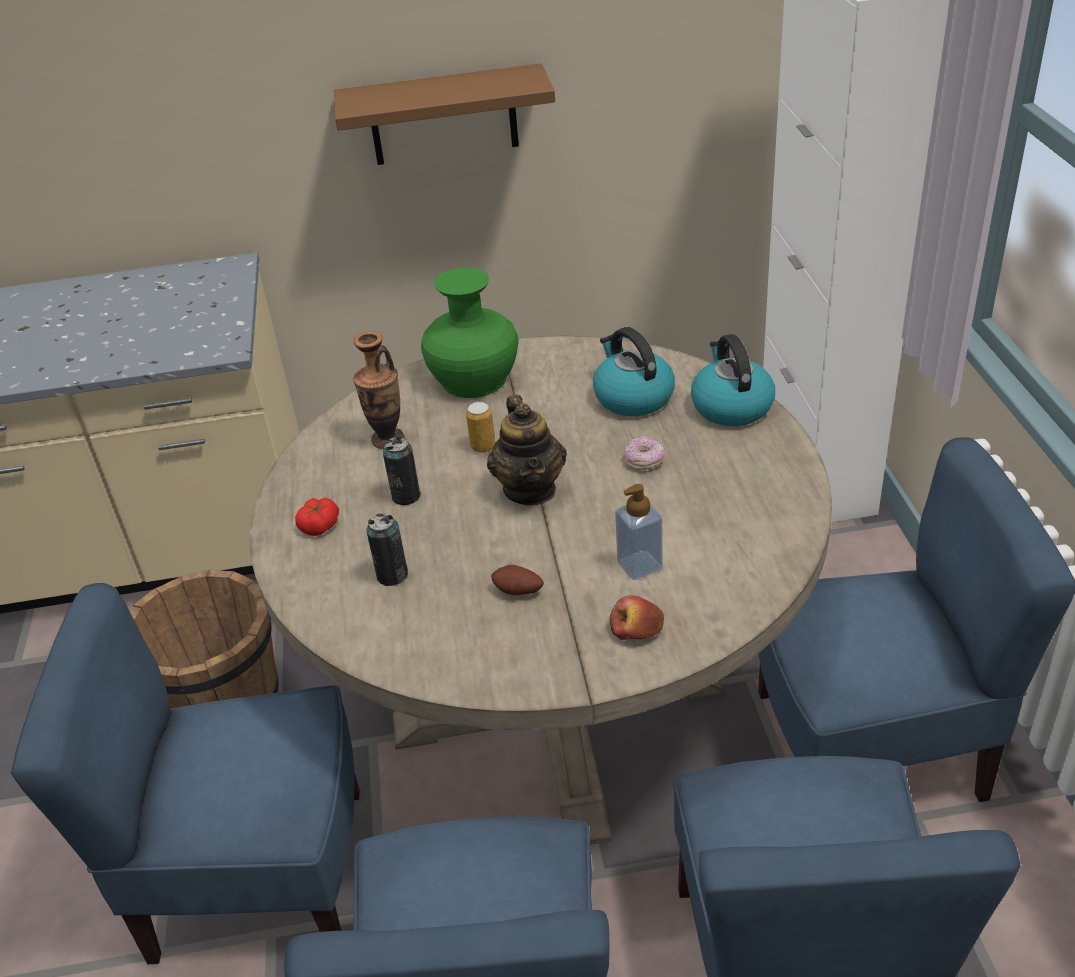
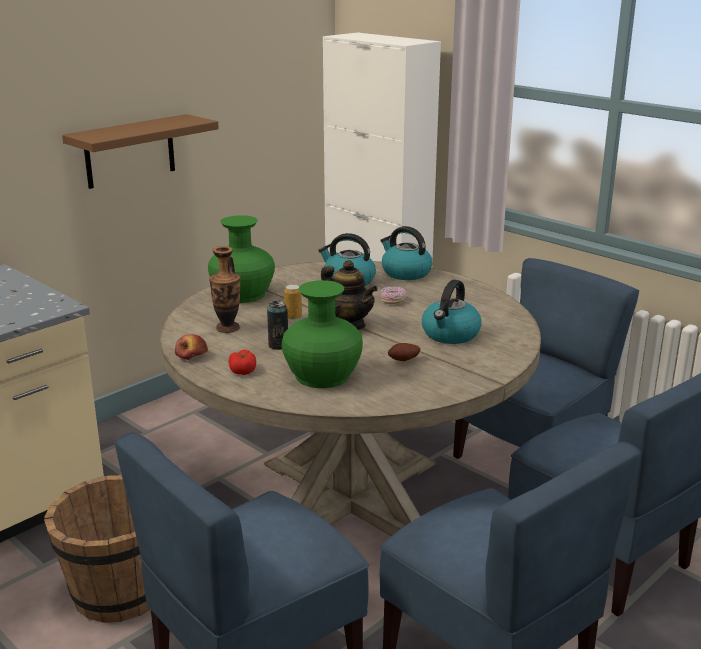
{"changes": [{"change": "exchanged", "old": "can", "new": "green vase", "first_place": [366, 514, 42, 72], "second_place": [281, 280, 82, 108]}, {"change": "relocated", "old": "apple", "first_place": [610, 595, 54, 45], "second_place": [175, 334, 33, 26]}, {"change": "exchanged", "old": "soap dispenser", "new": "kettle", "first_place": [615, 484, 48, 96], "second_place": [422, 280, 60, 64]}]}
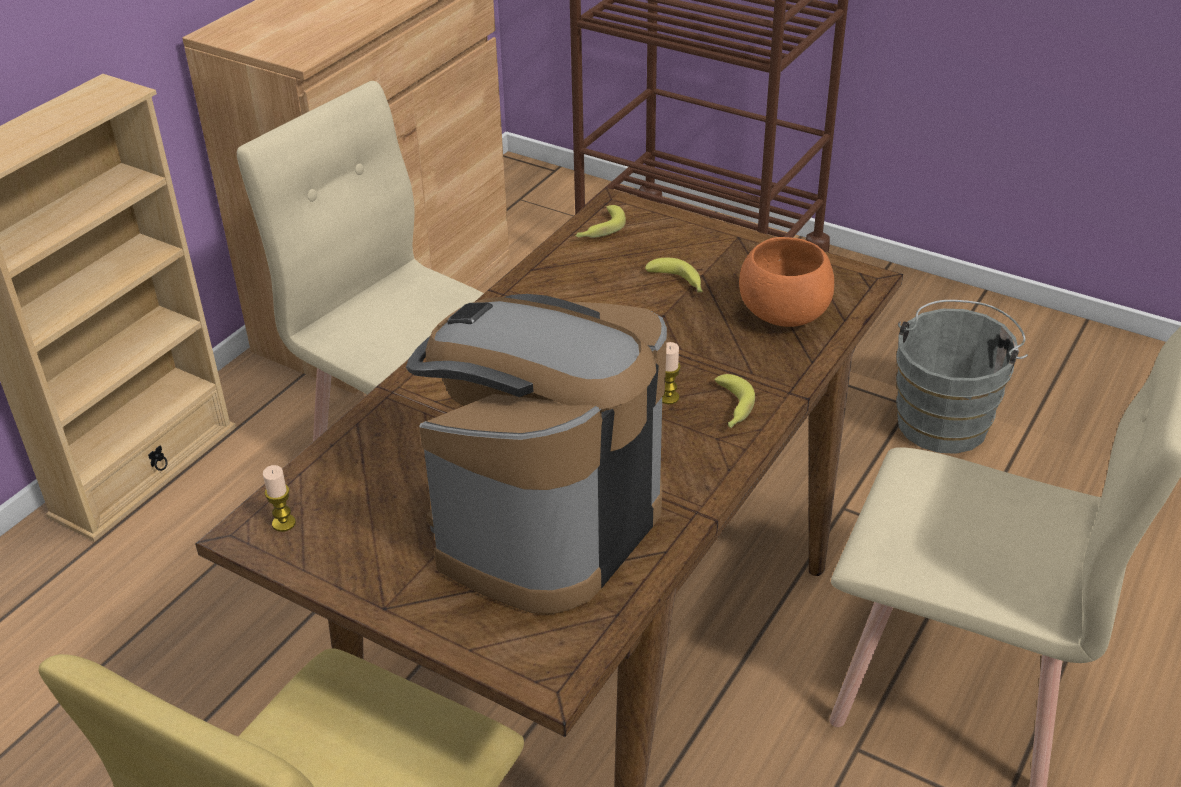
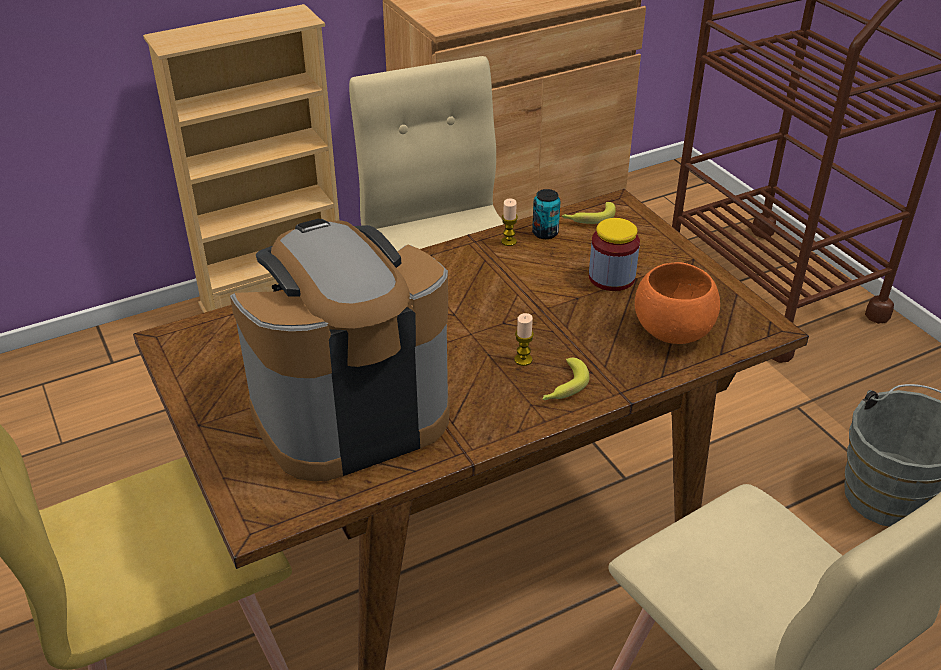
{"changes": [{"change": "relocated", "old": "candle", "first_place": [263, 465, 33, 67], "second_place": [501, 198, 17, 48]}, {"change": "exchanged", "old": "banana", "new": "jar", "first_place": [645, 258, 58, 35], "second_place": [589, 218, 51, 73]}, {"change": "appeared", "new": "can", "second_place": [532, 189, 28, 50]}]}
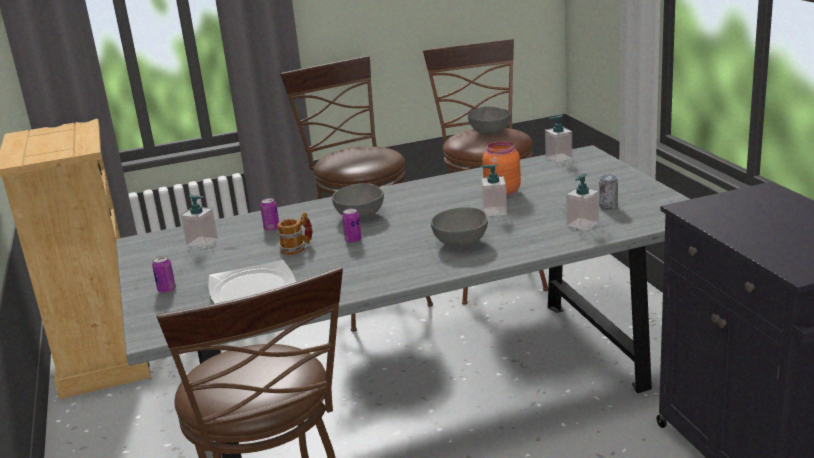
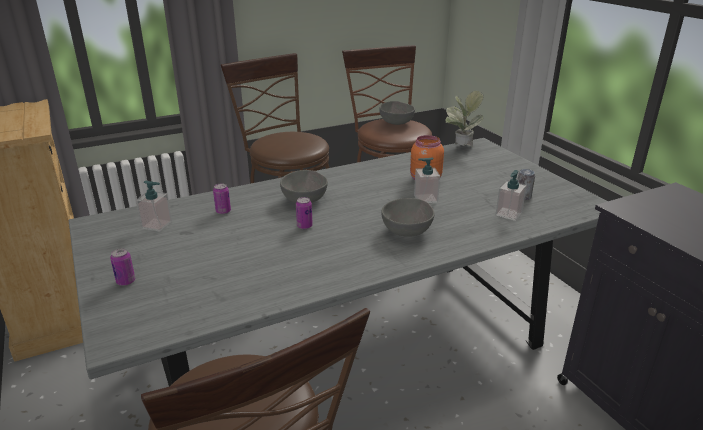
{"changes": [{"change": "missing", "old": "plate", "first_place": [208, 260, 88, 44]}, {"change": "missing", "old": "mug", "first_place": [277, 212, 36, 43]}, {"change": "exchanged", "old": "soap dispenser", "new": "potted plant", "first_place": [545, 115, 27, 47], "second_place": [446, 91, 38, 56]}]}
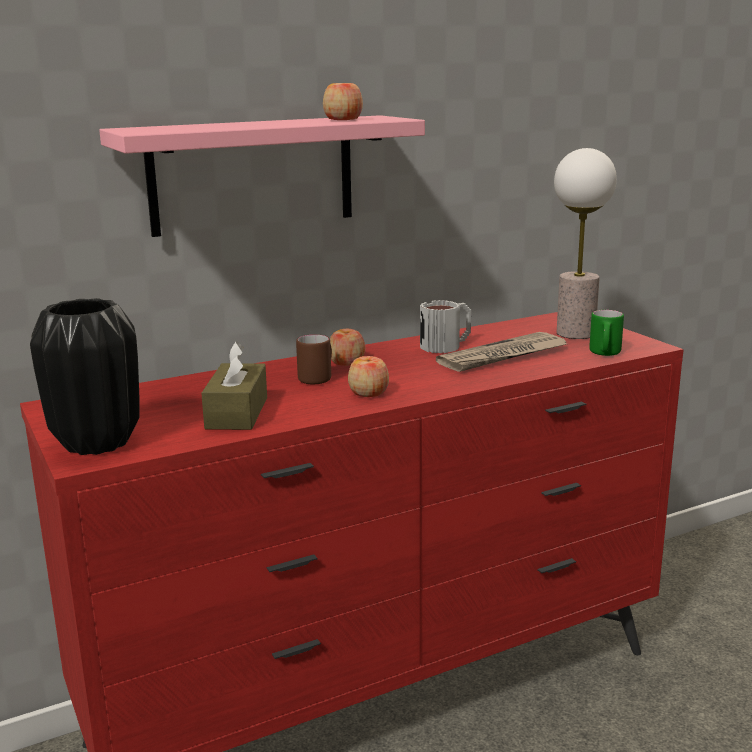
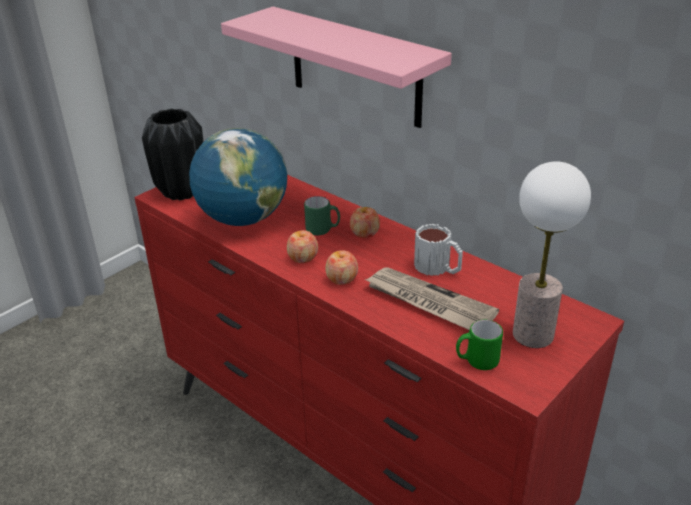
{"changes": [{"change": "exchanged", "old": "brown tissue box", "new": "globe", "first_place": [201, 341, 66, 89], "second_place": [189, 128, 98, 98]}, {"change": "colour", "old": "brown mug", "new": "green mug", "first_place": [296, 334, 36, 51], "second_place": [304, 196, 36, 39]}, {"change": "relocated", "old": "apple", "first_place": [323, 83, 40, 37], "second_place": [325, 250, 33, 35]}]}
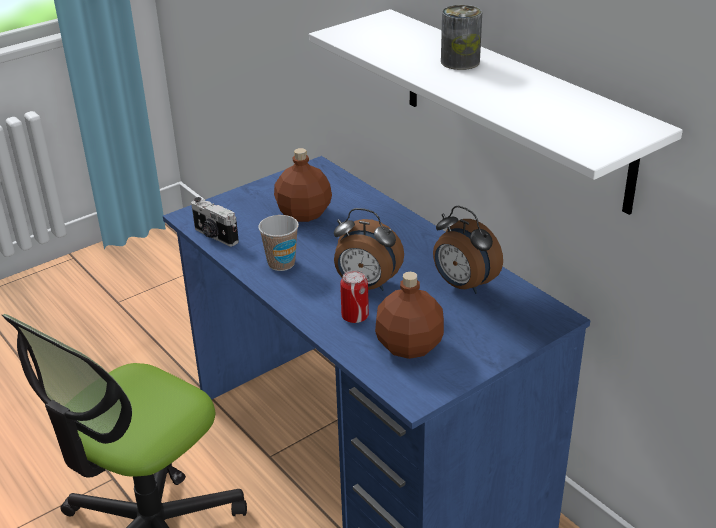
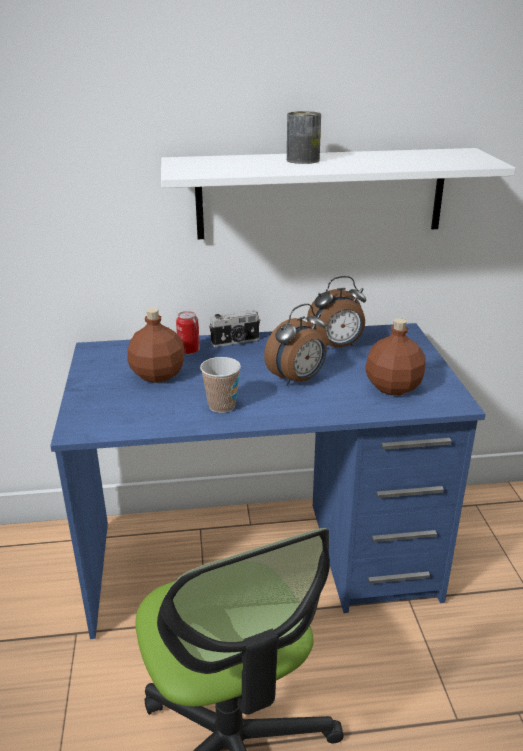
{"changes": [{"change": "relocated", "old": "photo camera", "first_place": [191, 197, 48, 49], "second_place": [209, 310, 51, 37]}, {"change": "relocated", "old": "can", "first_place": [340, 270, 29, 53], "second_place": [176, 311, 24, 43]}]}
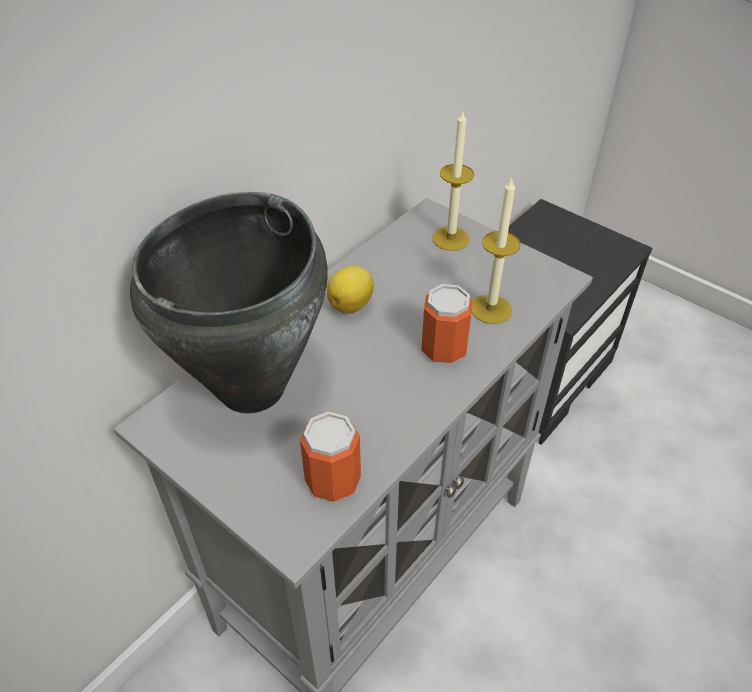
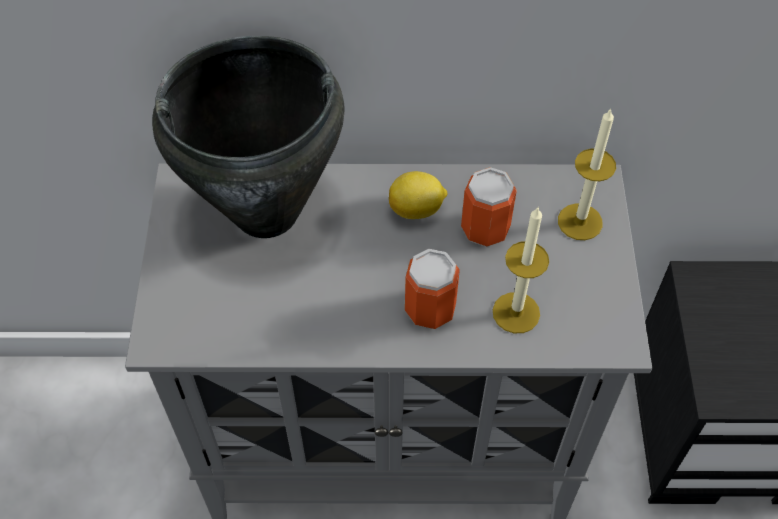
{"changes": [{"change": "relocated", "old": "can", "first_place": [300, 411, 61, 91], "second_place": [461, 167, 56, 80]}]}
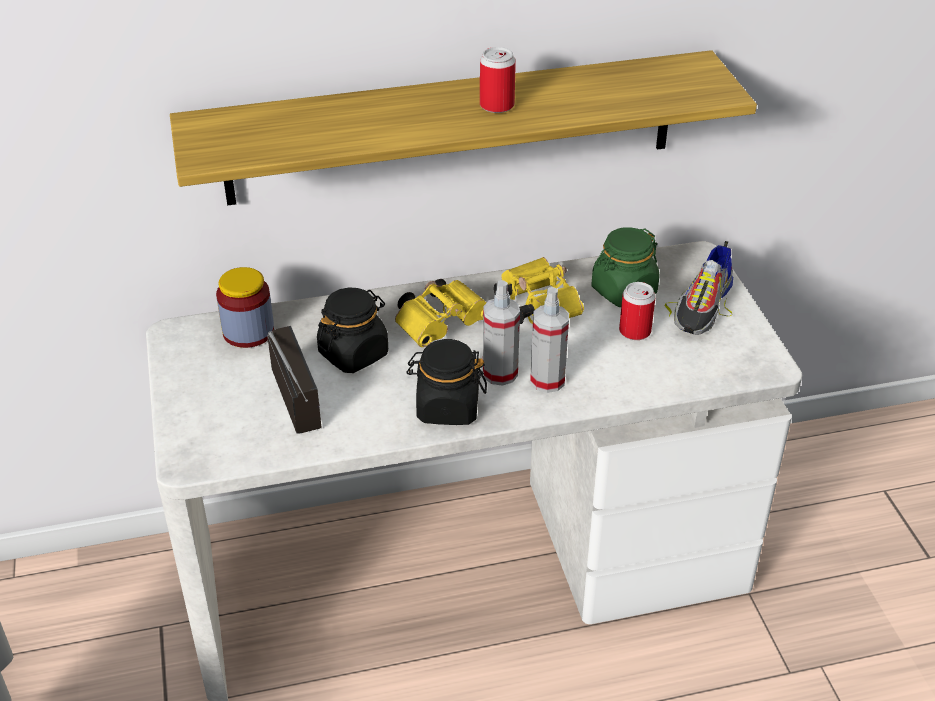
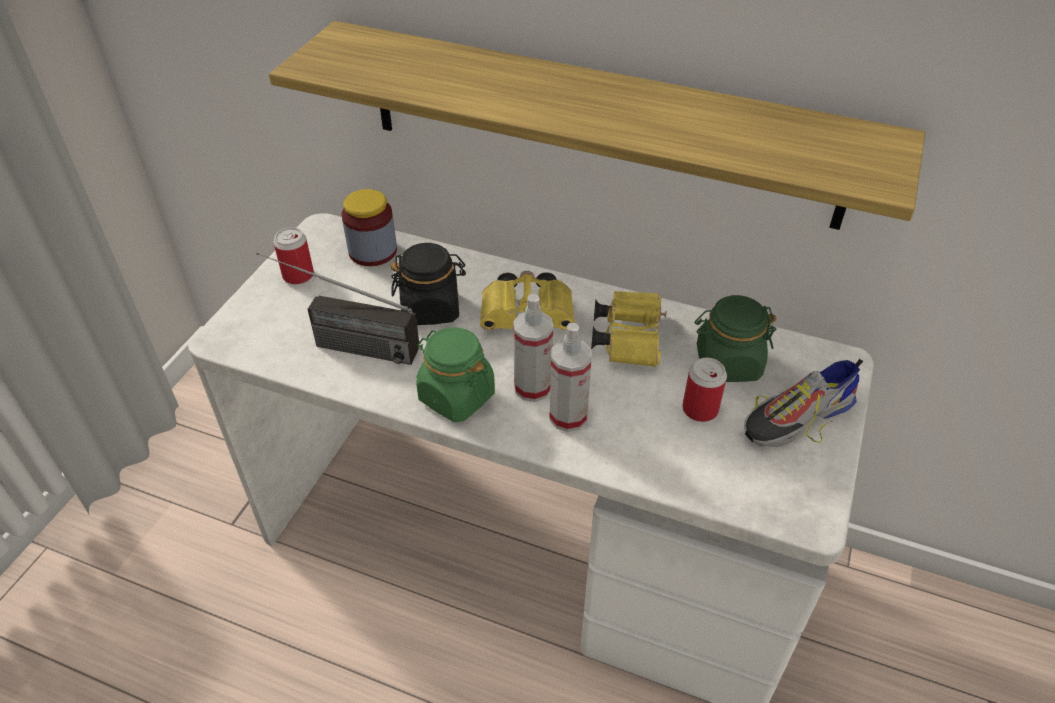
{"changes": [{"change": "spun", "old": "radio", "first_place": [267, 326, 55, 107], "second_place": [256, 252, 164, 113], "degrees": 90}, {"change": "colour", "old": "black jar", "new": "green jar", "first_place": [406, 339, 81, 86], "second_place": [416, 327, 79, 95]}, {"change": "relocated", "old": "can", "first_place": [480, 47, 36, 66], "second_place": [273, 227, 41, 58]}]}
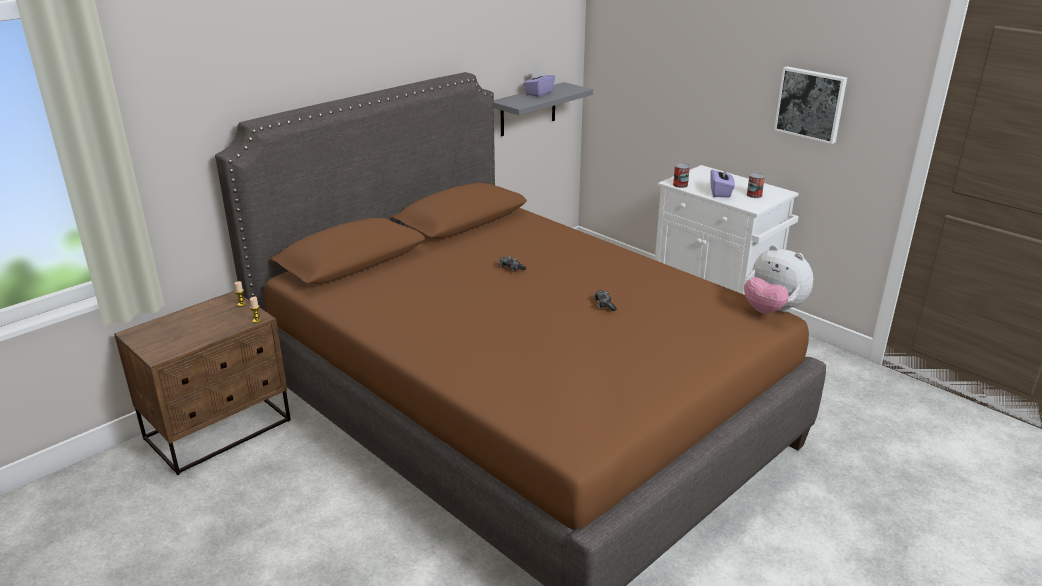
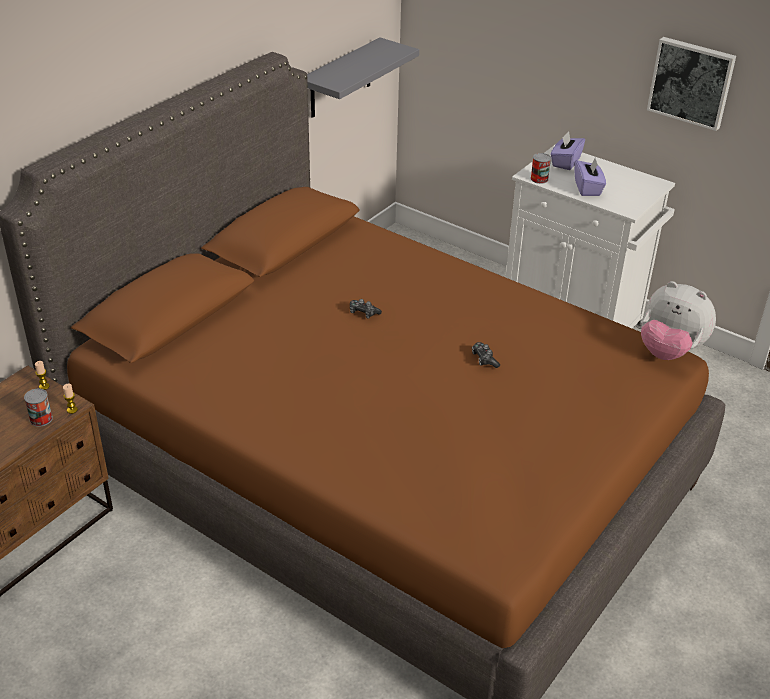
{"changes": [{"change": "relocated", "old": "purple tissue box", "first_place": [523, 68, 32, 29], "second_place": [550, 131, 35, 39]}, {"change": "relocated", "old": "can", "first_place": [747, 172, 18, 26], "second_place": [24, 389, 29, 38]}]}
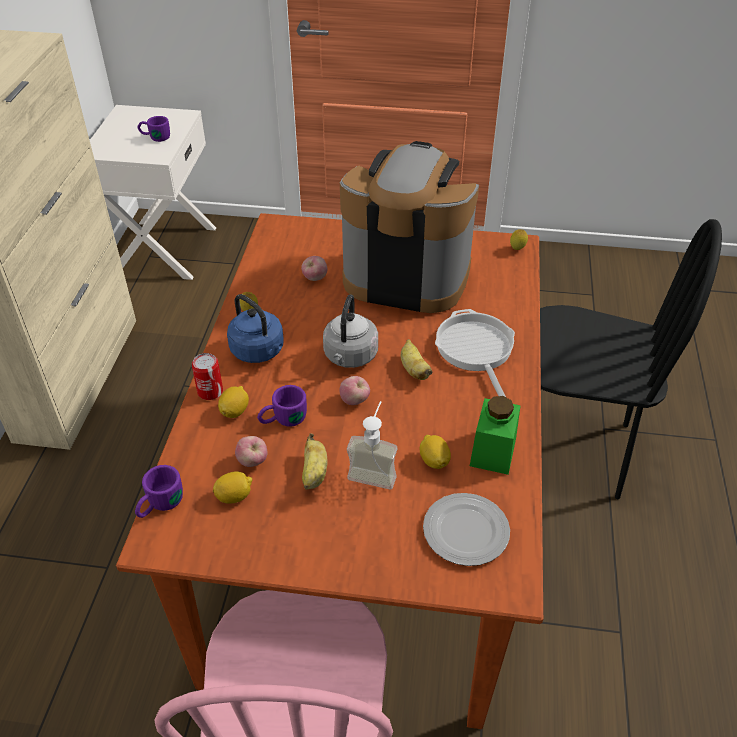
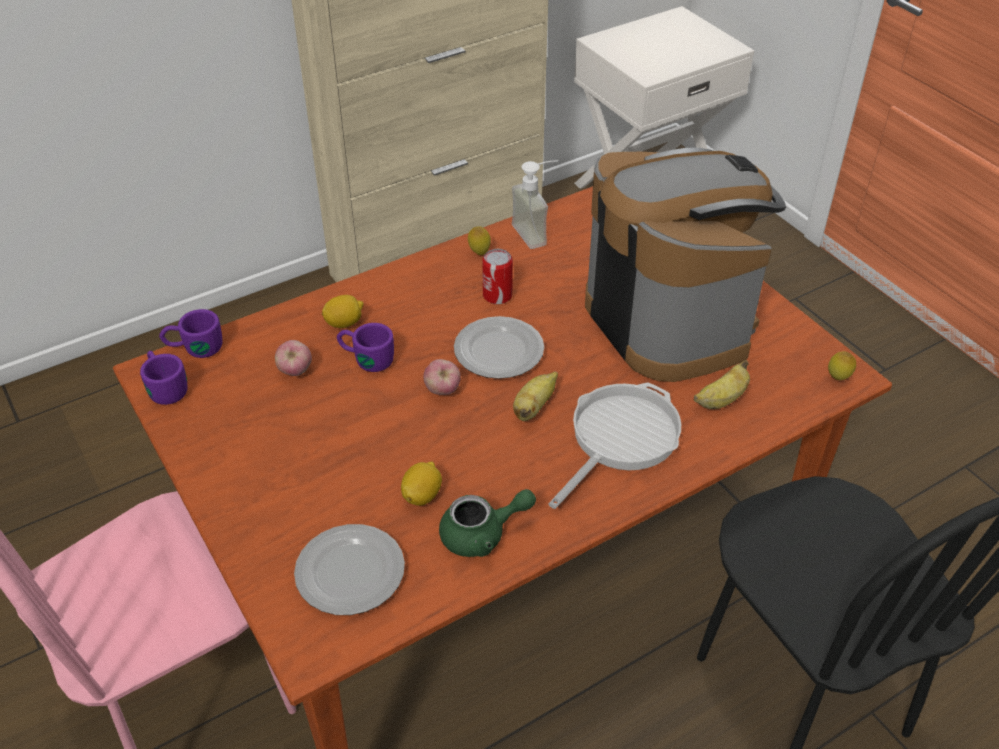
{"changes": [{"change": "relocated", "old": "purple mug", "first_place": [137, 116, 33, 26], "second_place": [140, 351, 47, 54]}, {"change": "relocated", "old": "can", "first_place": [192, 353, 31, 47], "second_place": [482, 249, 31, 55]}, {"change": "missing", "old": "lemon", "first_place": [213, 471, 39, 33]}, {"change": "missing", "old": "blue kettle", "first_place": [227, 294, 57, 69]}, {"change": "missing", "old": "apple", "first_place": [301, 256, 26, 25]}, {"change": "relocated", "old": "banana", "first_place": [302, 433, 26, 57], "second_place": [694, 360, 56, 49]}, {"change": "exchanged", "old": "grey kettle", "new": "plate", "first_place": [323, 294, 55, 74], "second_place": [454, 316, 90, 63]}, {"change": "relocated", "old": "soap dispenser", "first_place": [347, 401, 50, 89], "second_place": [512, 160, 47, 89]}, {"change": "exchanged", "old": "green jar", "new": "green teapot", "first_place": [470, 396, 51, 79], "second_place": [439, 489, 97, 68]}]}
